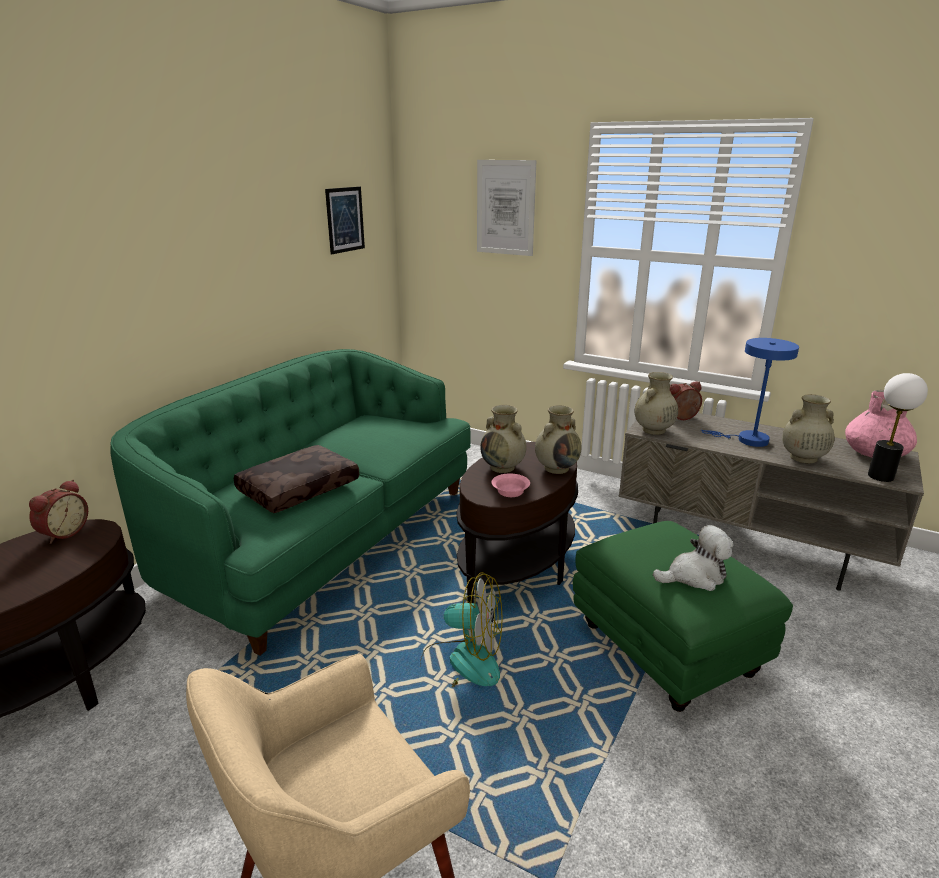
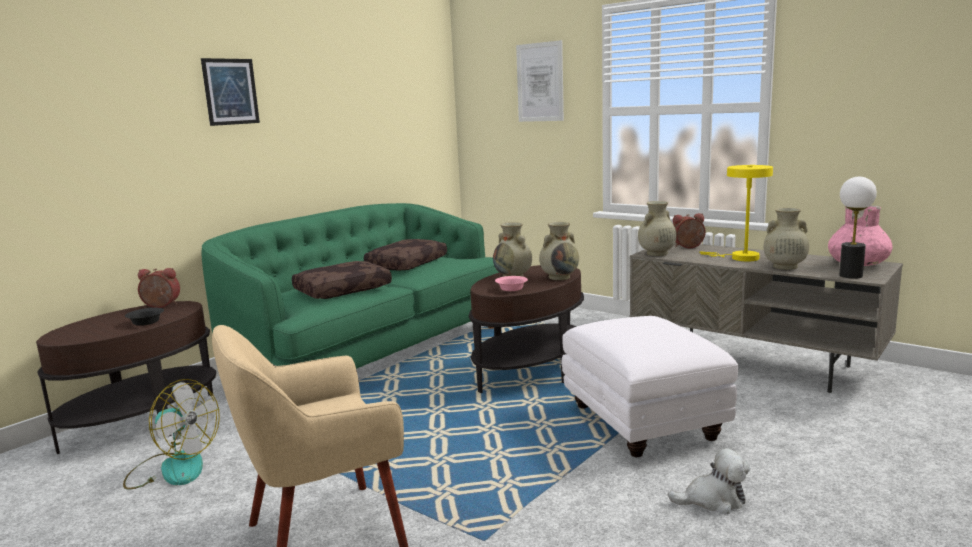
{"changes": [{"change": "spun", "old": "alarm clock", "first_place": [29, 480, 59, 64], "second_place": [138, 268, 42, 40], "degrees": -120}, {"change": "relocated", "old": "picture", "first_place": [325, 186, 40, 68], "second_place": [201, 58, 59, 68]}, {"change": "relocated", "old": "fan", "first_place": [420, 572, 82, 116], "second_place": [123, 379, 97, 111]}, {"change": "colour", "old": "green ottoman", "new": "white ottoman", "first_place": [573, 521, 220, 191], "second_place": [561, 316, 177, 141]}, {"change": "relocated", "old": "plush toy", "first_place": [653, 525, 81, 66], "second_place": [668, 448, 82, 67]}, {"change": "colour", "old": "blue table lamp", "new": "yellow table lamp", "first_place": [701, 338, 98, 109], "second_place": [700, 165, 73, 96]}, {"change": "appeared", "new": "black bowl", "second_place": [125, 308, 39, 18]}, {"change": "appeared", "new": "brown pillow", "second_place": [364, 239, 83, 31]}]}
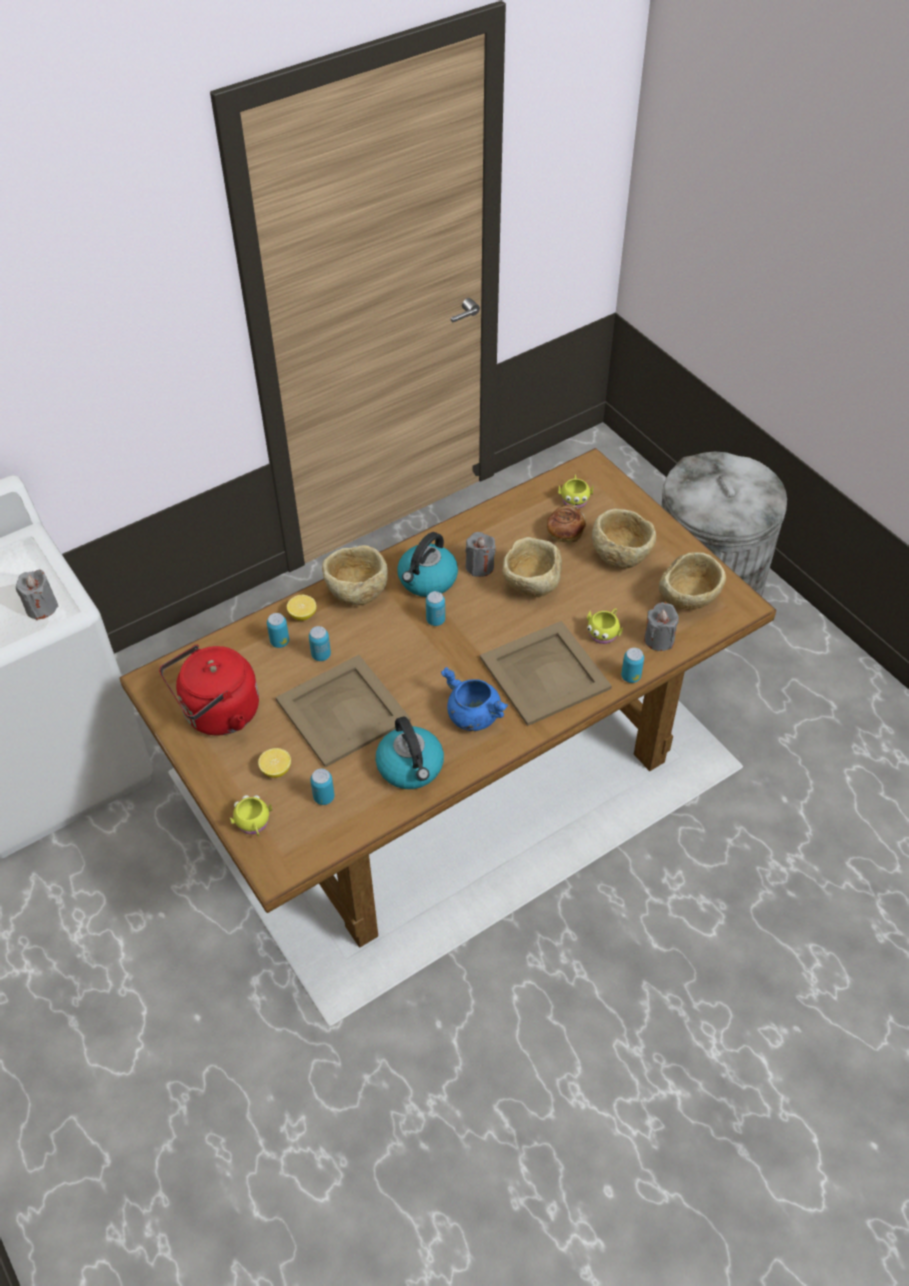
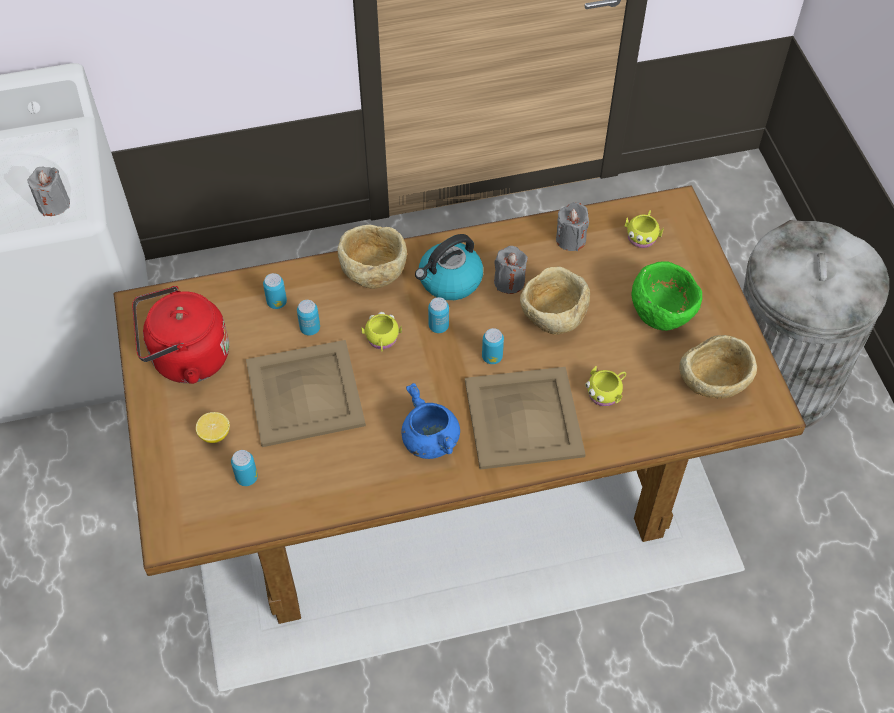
{"changes": [{"change": "relocated", "old": "yellow mug", "first_place": [230, 795, 42, 41], "second_place": [361, 312, 41, 40]}, {"change": "missing", "old": "lemon", "first_place": [287, 595, 30, 26]}, {"change": "missing", "old": "kettle", "first_place": [375, 716, 69, 73]}, {"change": "missing", "old": "bread", "first_place": [547, 505, 39, 37]}, {"change": "colour", "old": "beige bowl", "new": "green bowl", "first_place": [592, 509, 64, 60], "second_place": [631, 261, 71, 70]}, {"change": "relocated", "old": "can", "first_place": [621, 648, 23, 35], "second_place": [482, 328, 22, 36]}, {"change": "relocated", "old": "grey candle", "first_place": [644, 602, 35, 49], "second_place": [556, 202, 33, 49]}]}
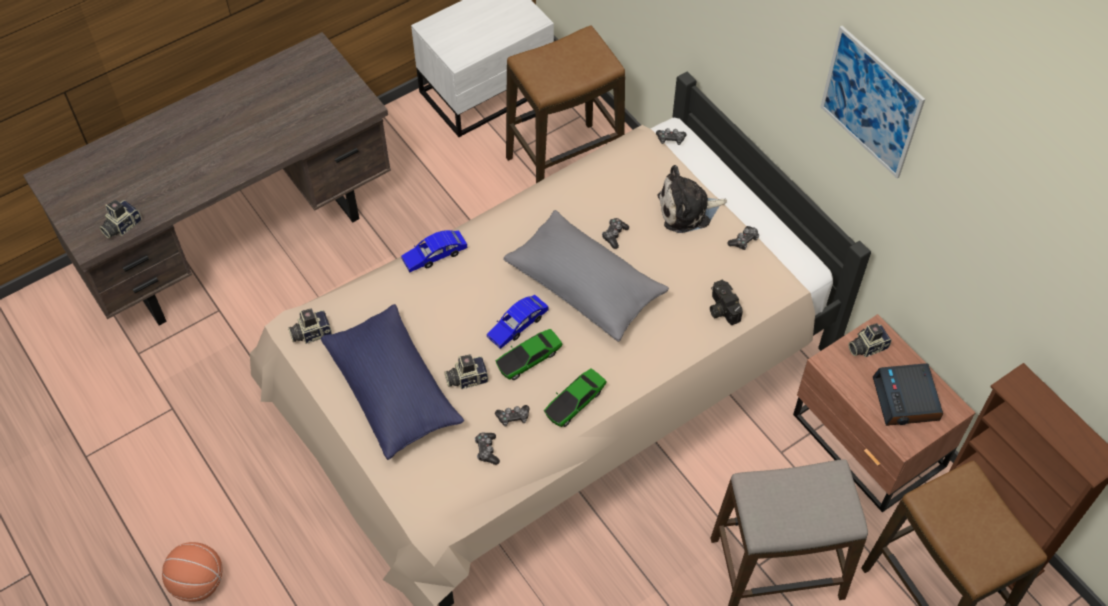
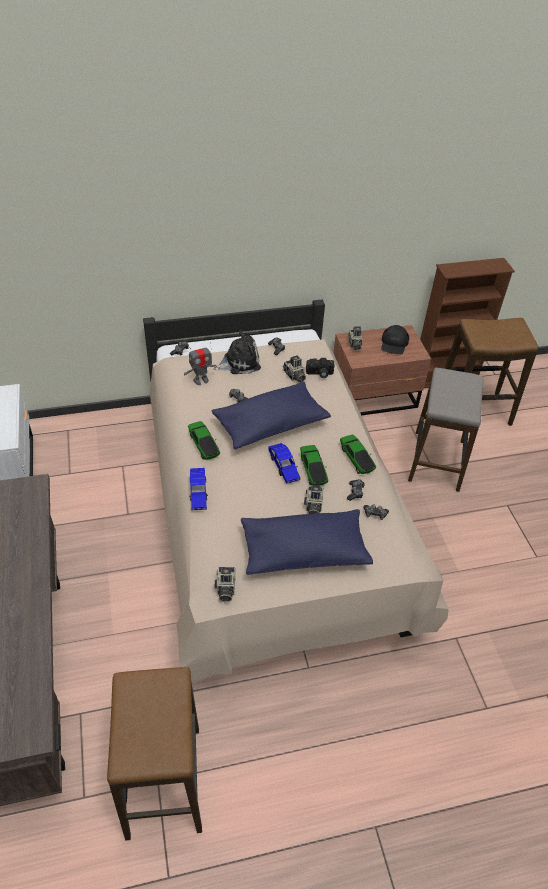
{"changes": [{"change": "relocated", "old": "photo camera", "first_place": [99, 199, 43, 40], "second_place": [283, 355, 23, 28]}, {"change": "missing", "old": "basketball", "first_place": [162, 542, 60, 60]}, {"change": "colour", "old": "grey pillow", "new": "blue pillow", "first_place": [503, 210, 166, 132], "second_place": [212, 381, 119, 69]}, {"change": "relocated", "old": "stool", "first_place": [506, 25, 119, 158], "second_place": [107, 667, 95, 174]}, {"change": "spun", "old": "plush toy", "first_place": [657, 165, 70, 68], "second_place": [214, 330, 47, 44], "degrees": -120}, {"change": "missing", "old": "picture", "first_place": [820, 26, 105, 153]}, {"change": "exchanged", "old": "alarm clock", "new": "black cap", "first_place": [873, 363, 70, 63], "second_place": [381, 325, 28, 29]}, {"change": "appeared", "new": "toy robot", "second_place": [184, 342, 33, 43]}, {"change": "appeared", "new": "toy car", "second_place": [188, 421, 32, 39]}]}
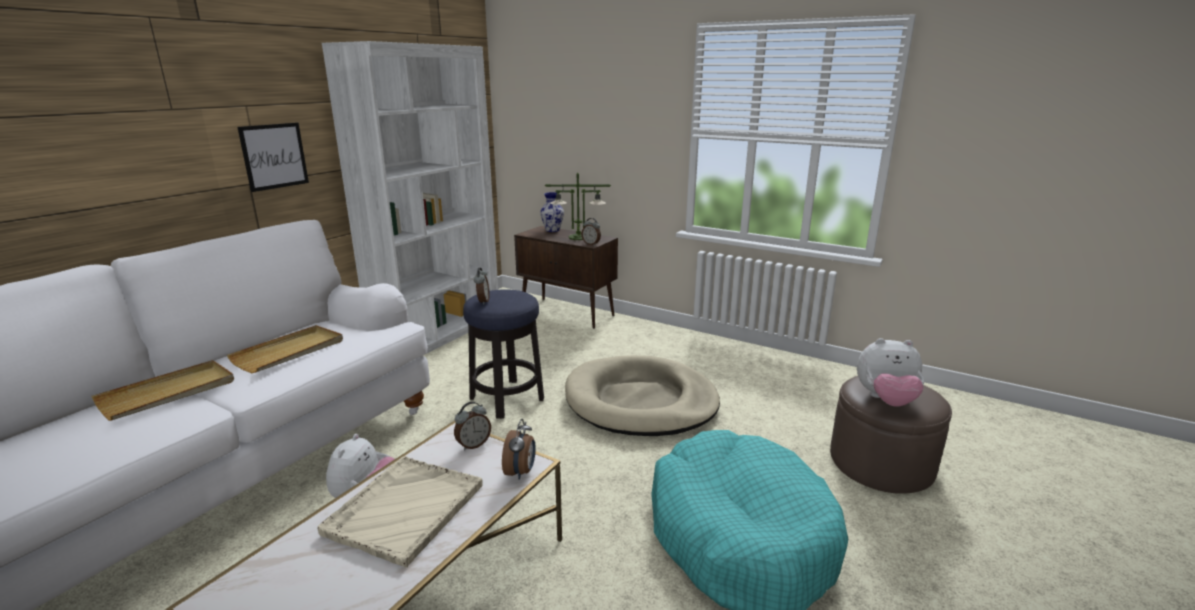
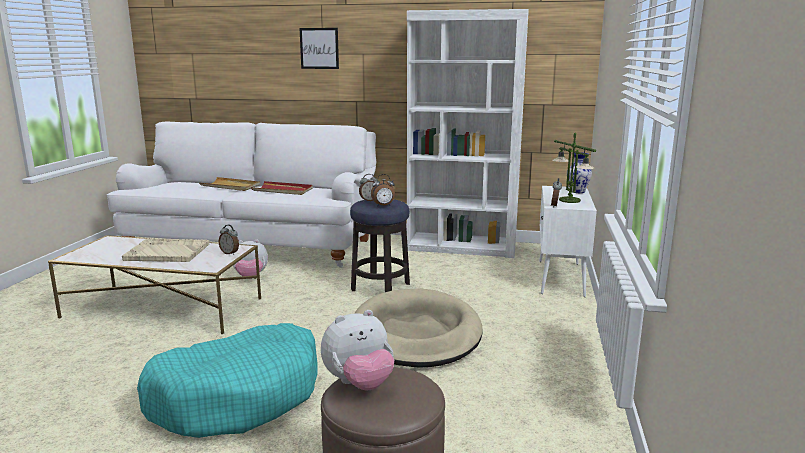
{"changes": [{"change": "colour", "old": "beige tray", "new": "red tray", "first_place": [227, 325, 116, 48], "second_place": [251, 181, 62, 14]}, {"change": "relocated", "old": "picture", "first_place": [237, 123, 72, 69], "second_place": [300, 28, 39, 41]}, {"change": "relocated", "old": "alarm clock", "first_place": [502, 419, 34, 61], "second_place": [371, 174, 24, 33]}, {"change": "colour", "old": "brown cabinet", "new": "white cabinet", "first_place": [514, 226, 104, 103], "second_place": [539, 186, 58, 111]}, {"change": "spun", "old": "plush toy", "first_place": [857, 338, 67, 69], "second_place": [321, 310, 73, 81], "degrees": -105}]}
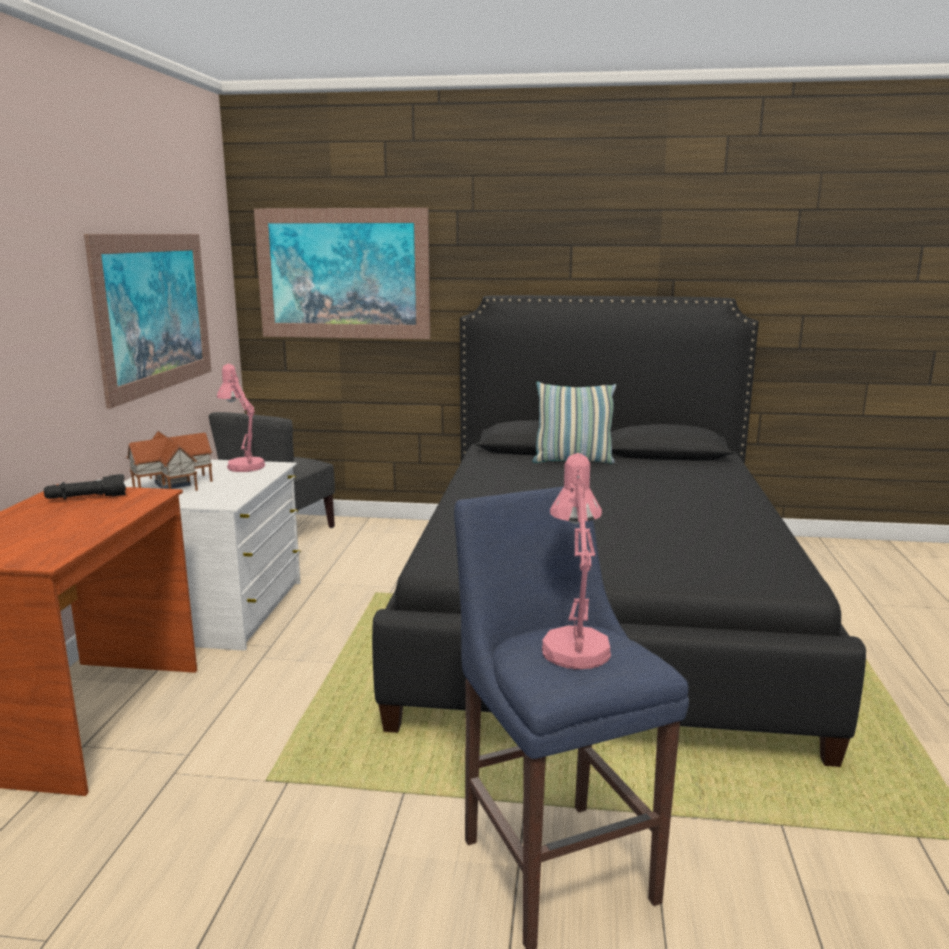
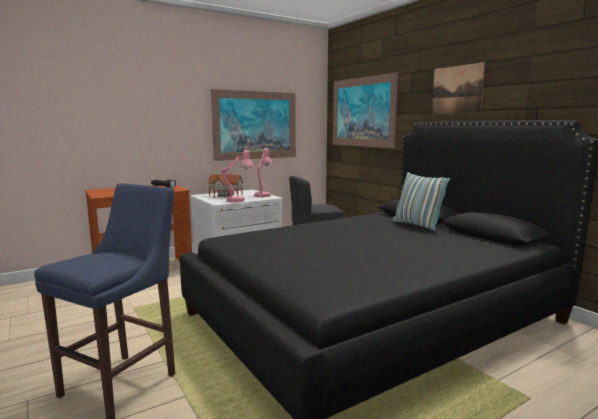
{"changes": [{"change": "relocated", "old": "pink table lamp", "first_place": [542, 453, 69, 216], "second_place": [221, 150, 32, 52]}, {"change": "appeared", "new": "picture", "second_place": [432, 62, 53, 52]}]}
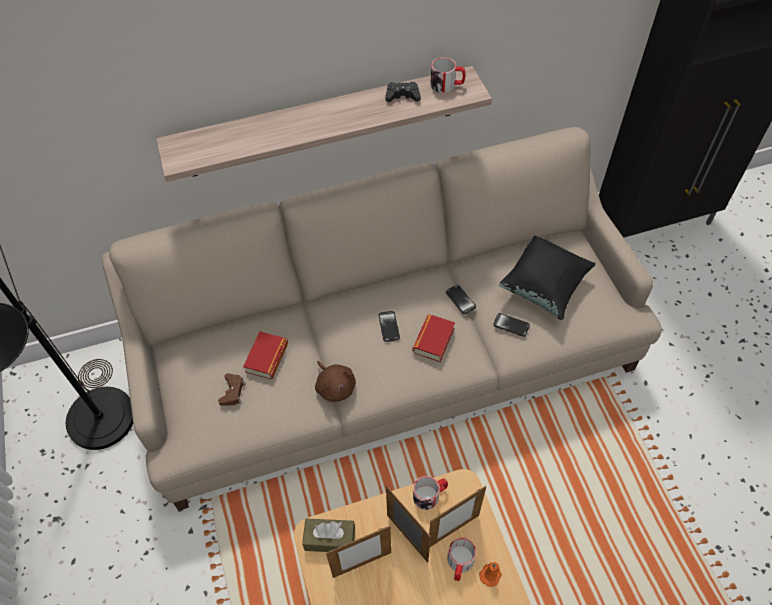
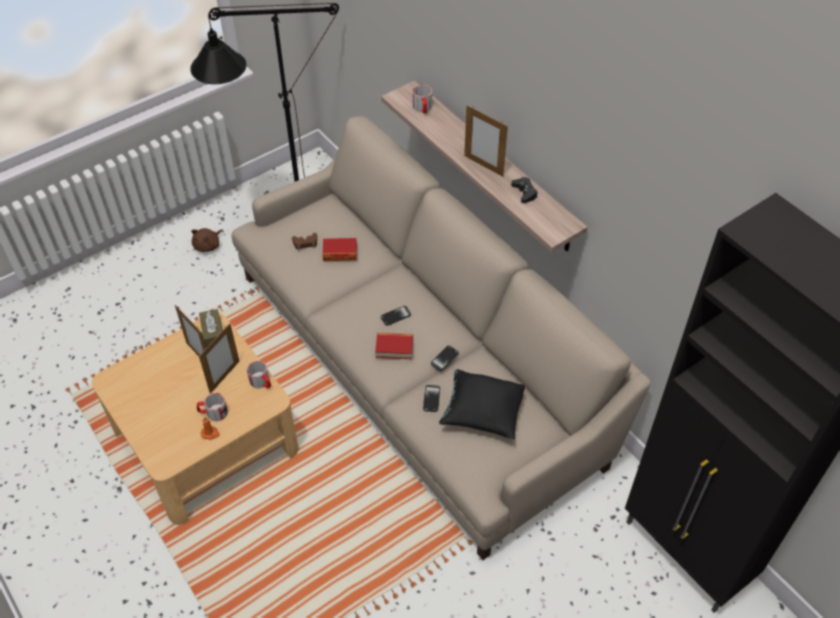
{"changes": [{"change": "relocated", "old": "brown plush toy", "first_place": [315, 361, 41, 41], "second_place": [191, 228, 32, 24]}, {"change": "relocated", "old": "picture frame", "first_place": [429, 486, 58, 61], "second_place": [464, 105, 44, 72]}, {"change": "relocated", "old": "mug", "first_place": [431, 57, 34, 36], "second_place": [413, 85, 19, 29]}]}
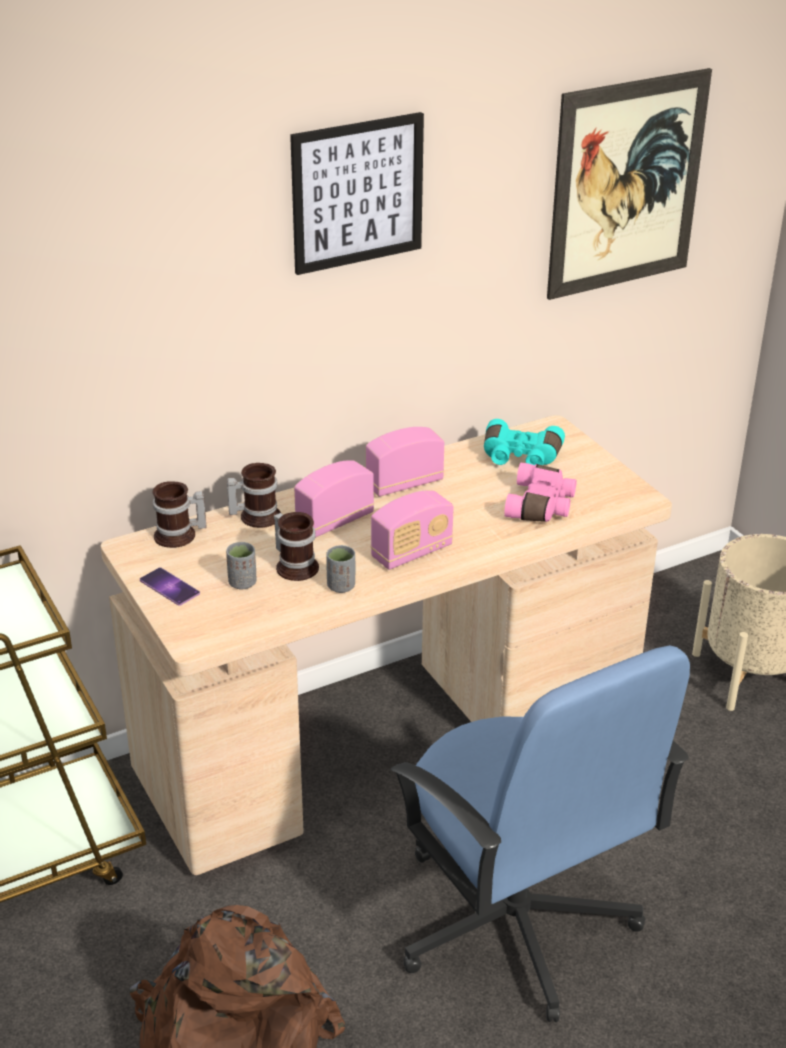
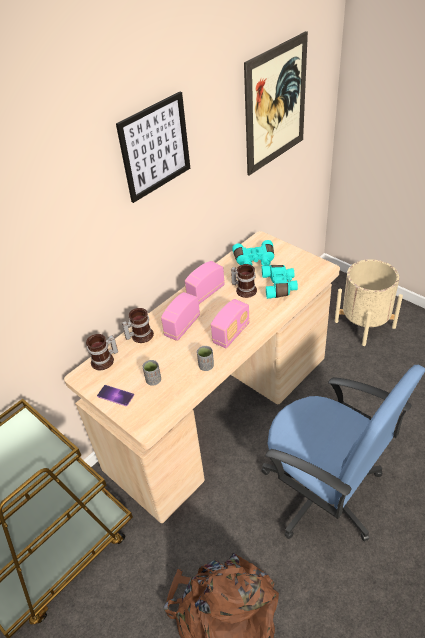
{"changes": [{"change": "relocated", "old": "mug", "first_place": [274, 512, 45, 69], "second_place": [231, 264, 26, 34]}, {"change": "colour", "old": "pink binoculars", "new": "turquoise binoculars", "first_place": [504, 463, 73, 59], "second_place": [262, 265, 36, 34]}]}
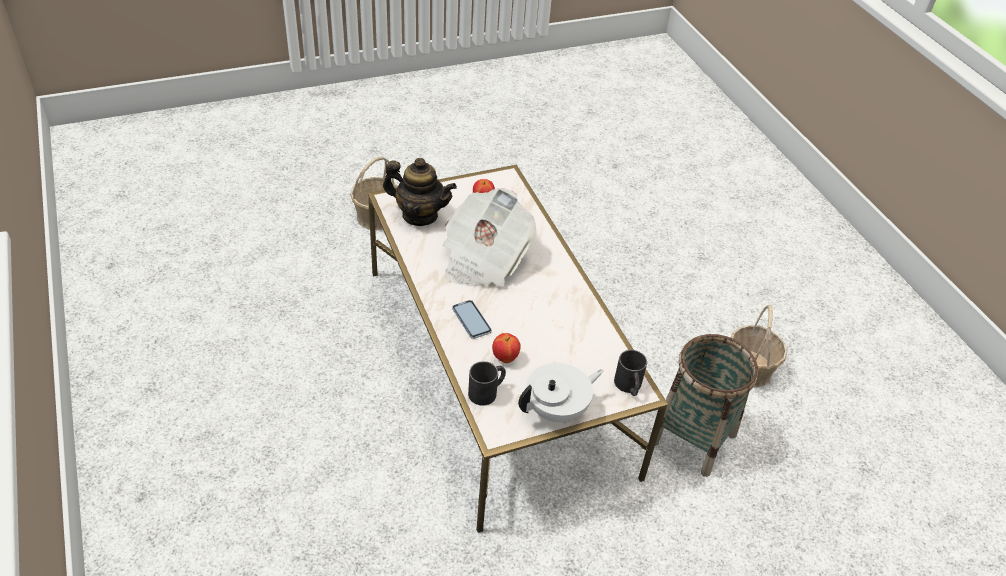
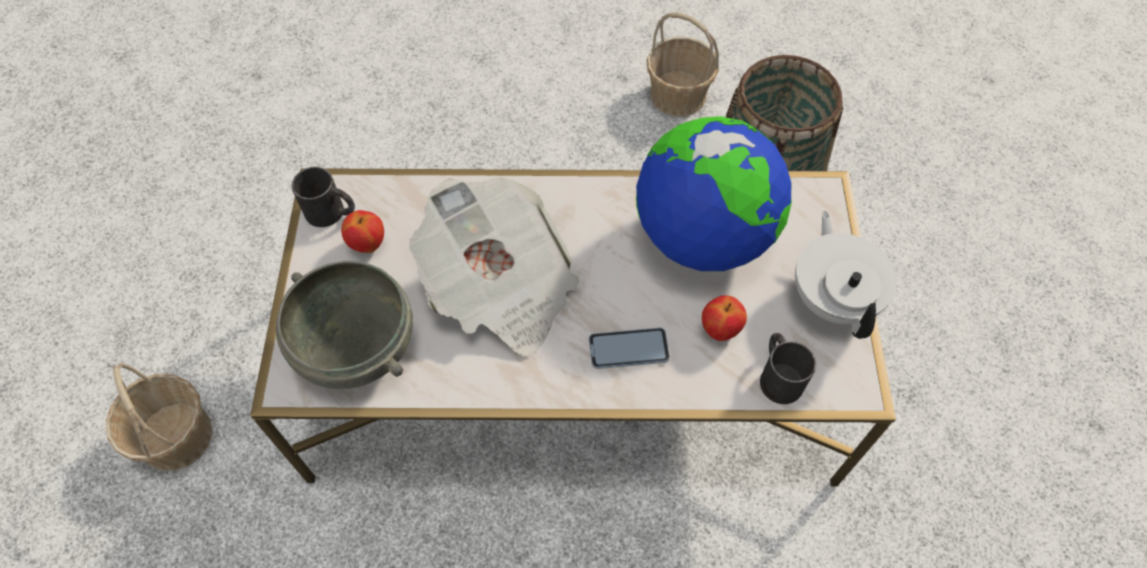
{"changes": [{"change": "exchanged", "old": "teapot", "new": "grey bowl", "first_place": [383, 158, 74, 68], "second_place": [276, 261, 137, 128]}, {"change": "relocated", "old": "black mug", "first_place": [614, 350, 33, 46], "second_place": [292, 167, 63, 60]}, {"change": "appeared", "new": "globe", "second_place": [636, 116, 156, 155]}]}
